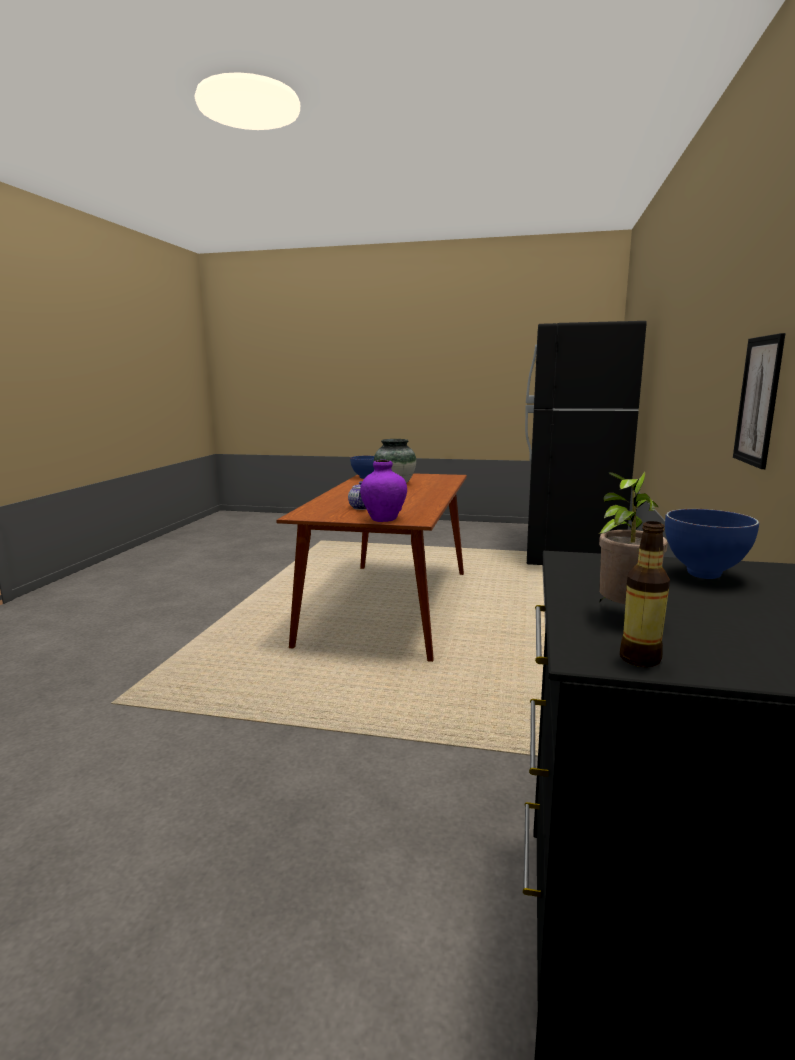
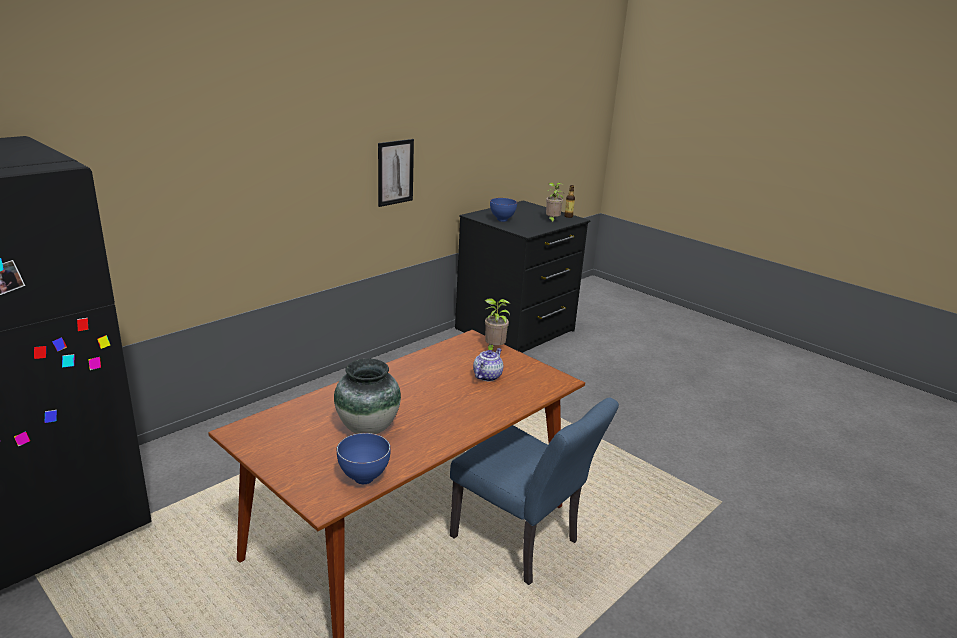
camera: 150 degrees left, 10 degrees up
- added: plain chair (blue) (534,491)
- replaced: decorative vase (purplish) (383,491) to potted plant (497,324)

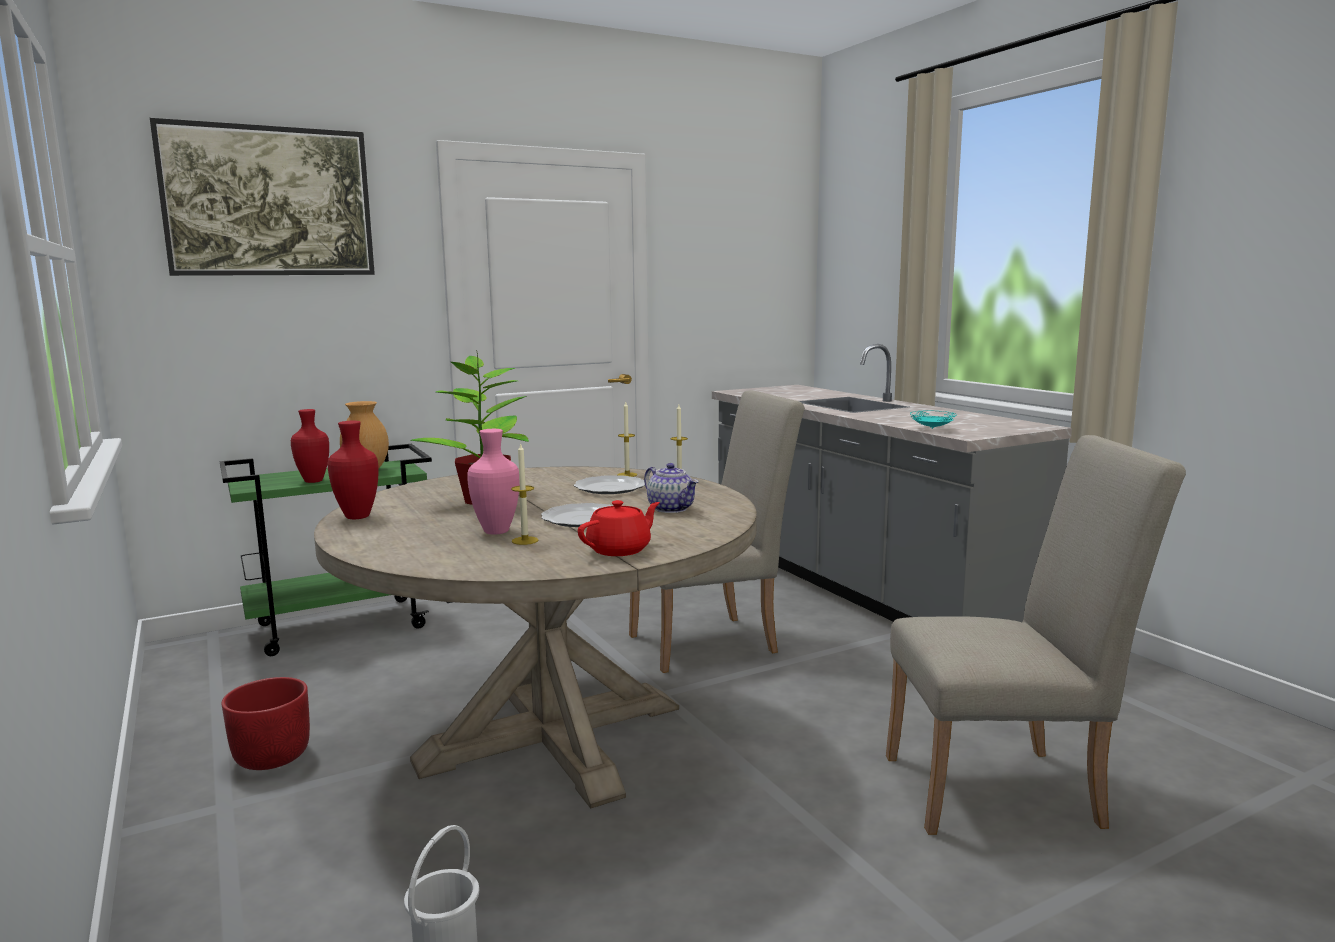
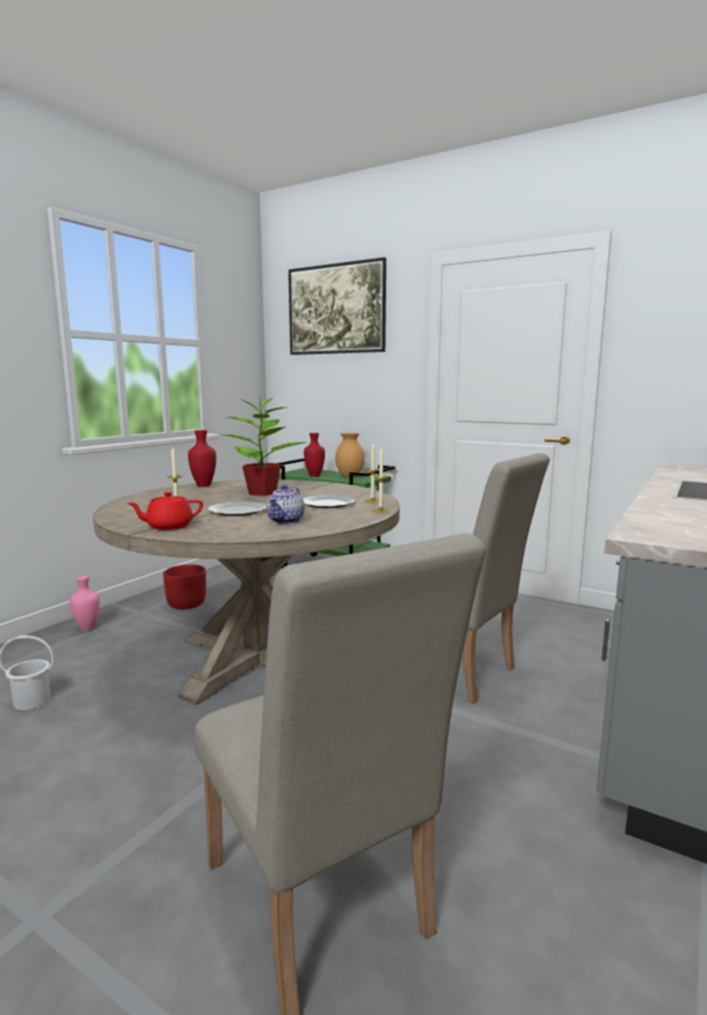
camera: 60 degrees right, 0 degrees up
- removed: dinner plate (turquoise-coloured) (933,420)
- moved: decorative vase (pink) (493,482) to (85,603)
- turned: tea pot (red-coloured) (619,528) = (165,511) 135 degrees clockwise

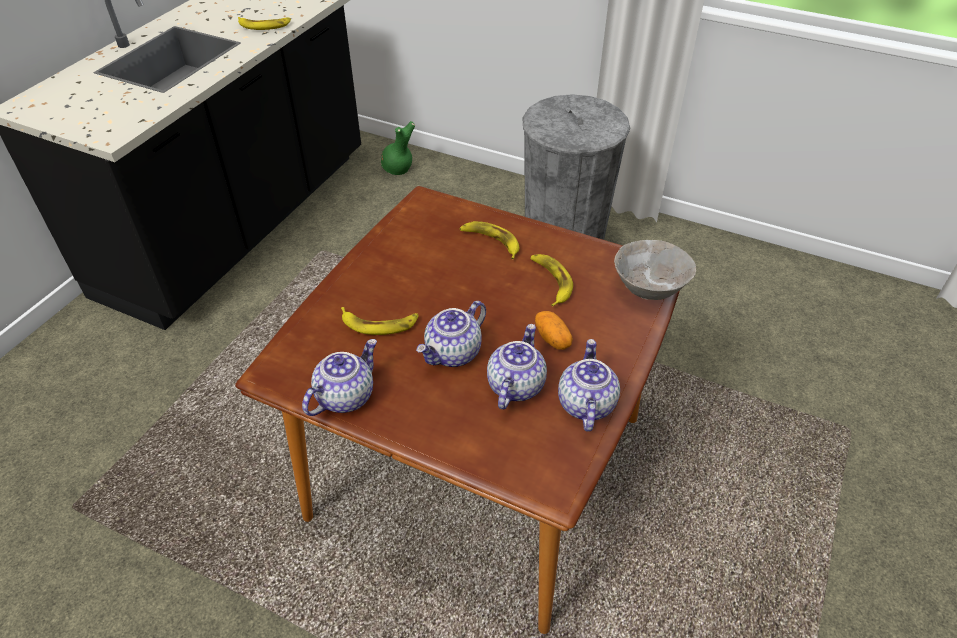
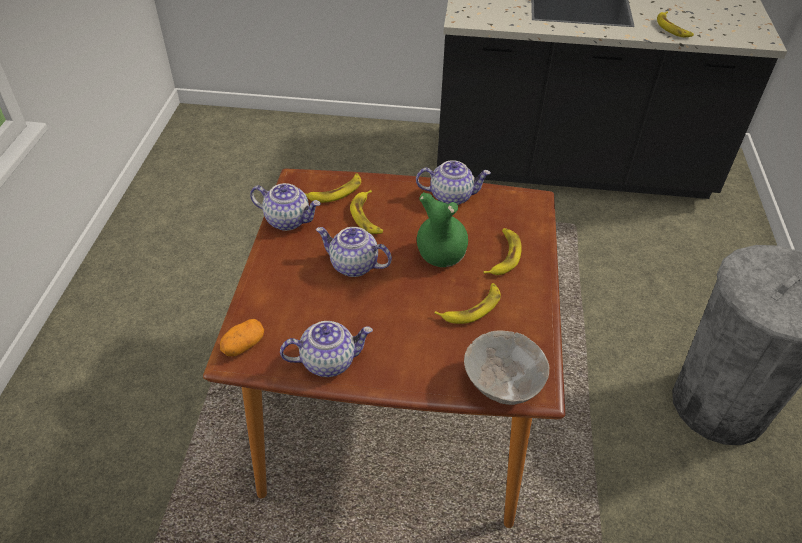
camera: 70 degrees right, 0 degrees up
- added: whole banana (333,188)
- moved: decorative vase (greenish) (398,148) to (442,229)
- moved: tea pot (517,366) to (453,182)
- moved: potato (554,330) to (242,337)

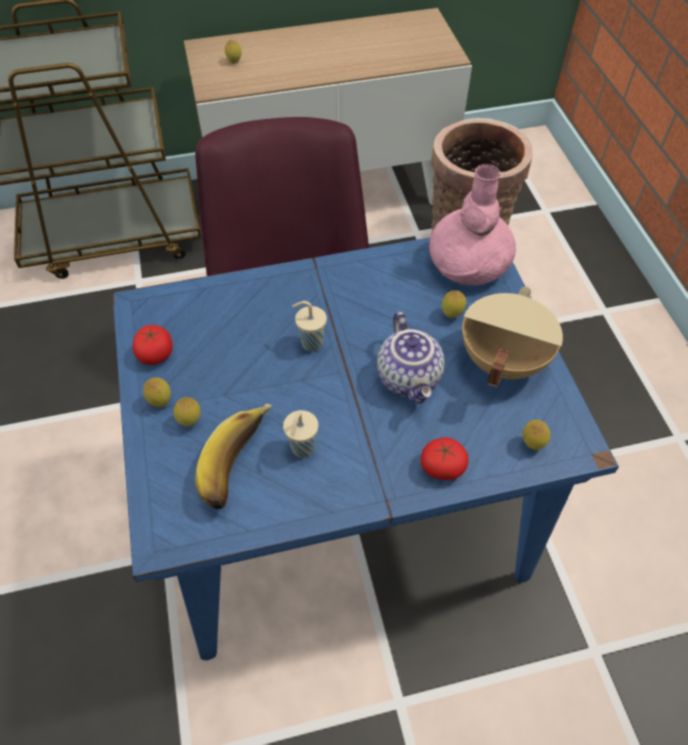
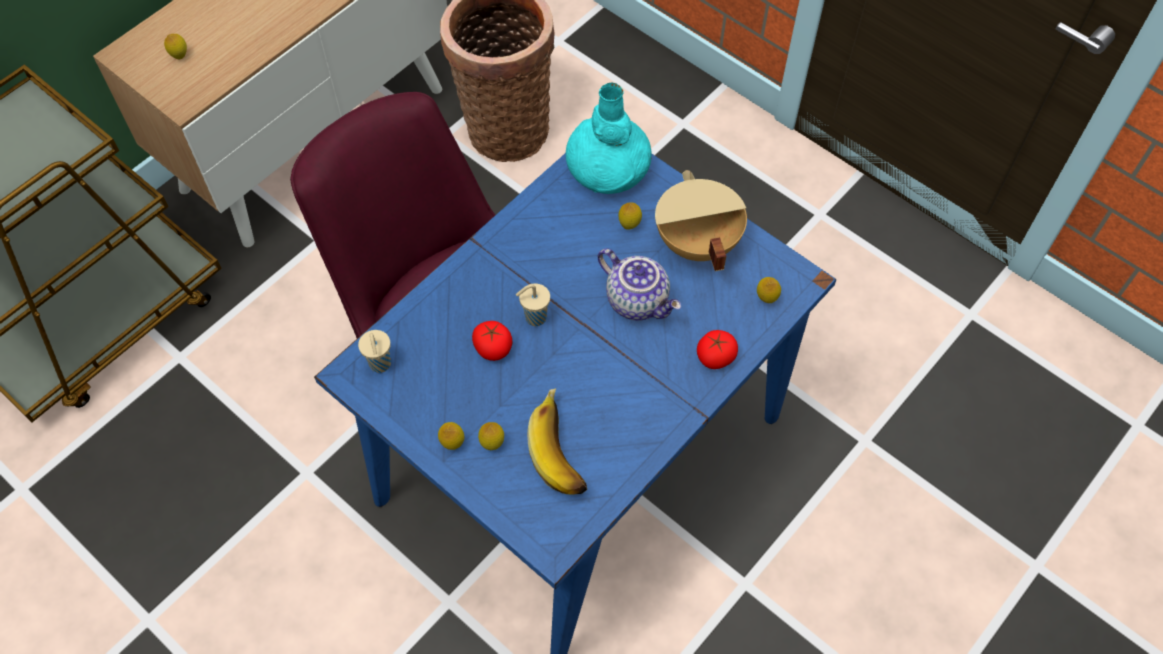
camera: 35 degrees left, 5 degrees up
- moved: tomato (152,345) to (492,341)
- moved: small cup (beige) (300,434) to (374,351)
- recoloured: decorative vase (pink) (472,224) to decorative vase (turquoise-coloured) (609,138)

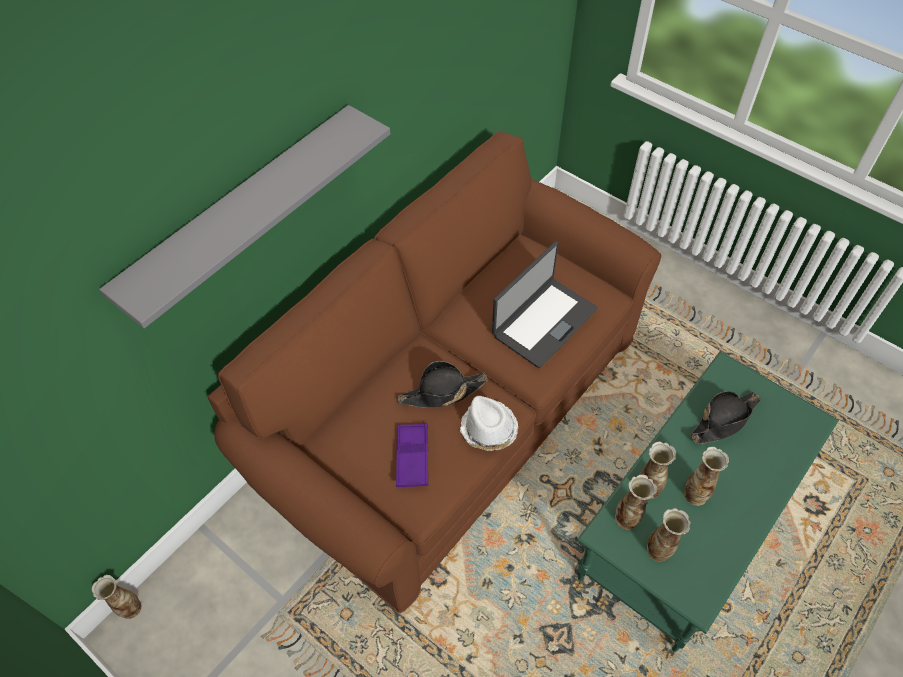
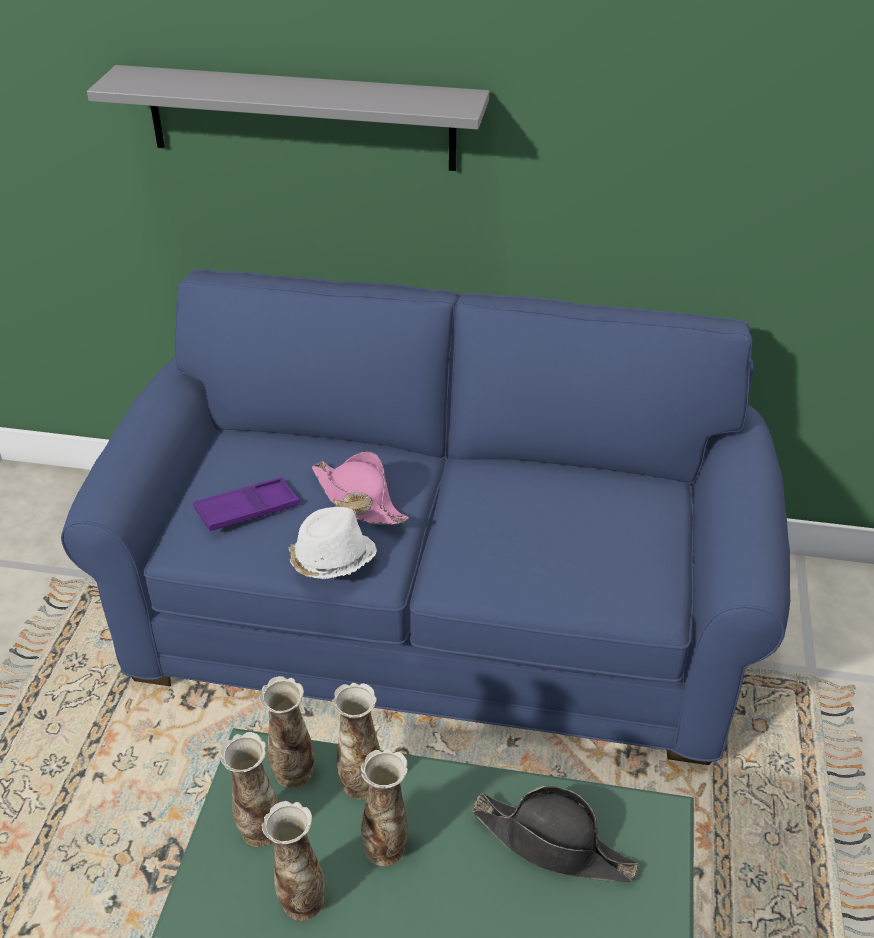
camera: 60 degrees right, 15 degrees down
- removed: notebook computer (545,304)
- moved: decorative vase (117,597) to (293,861)
- recoloured: couch (brown) (435,372) to couch (blue) (425,517)
- recoloured: wearable hat (black-coloured) (442,384) to wearable hat (pink) (360,488)

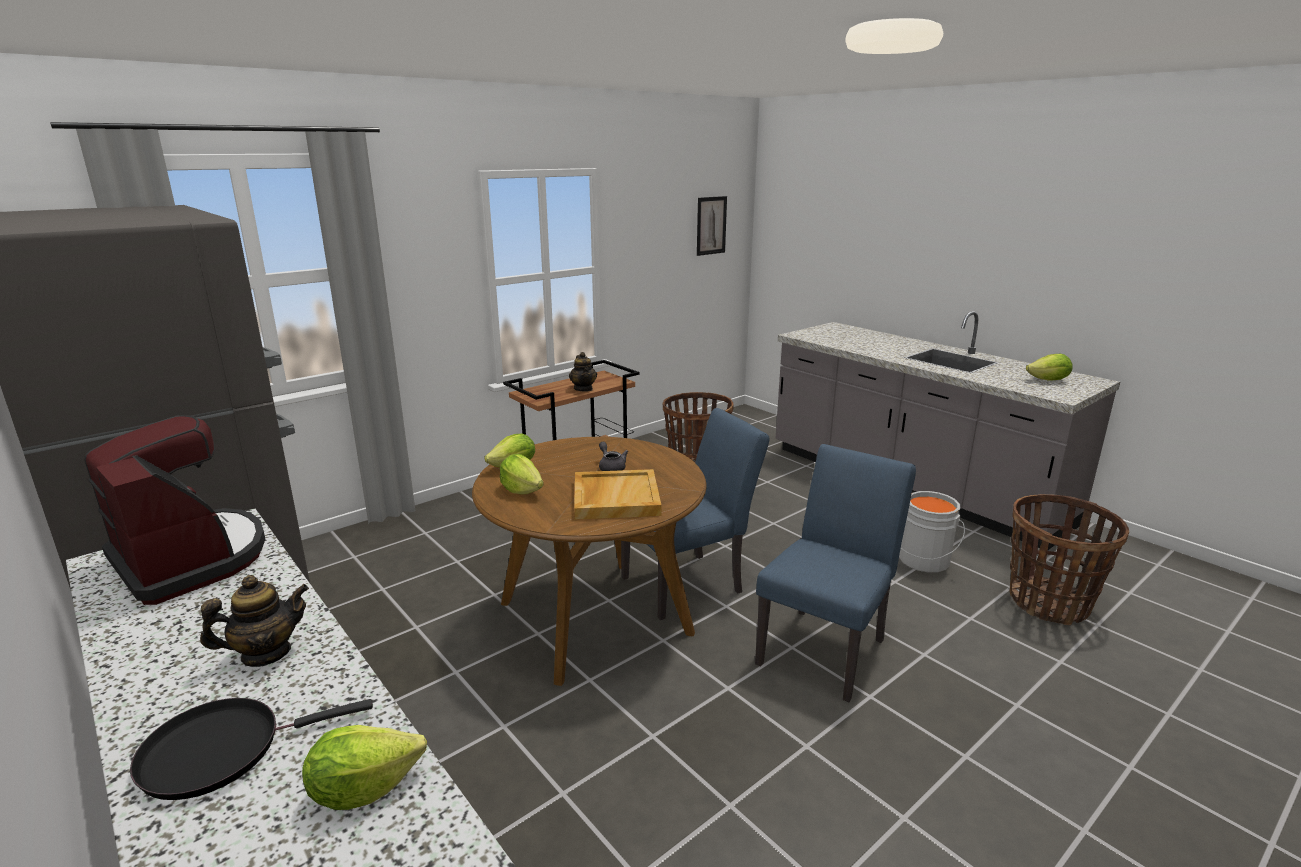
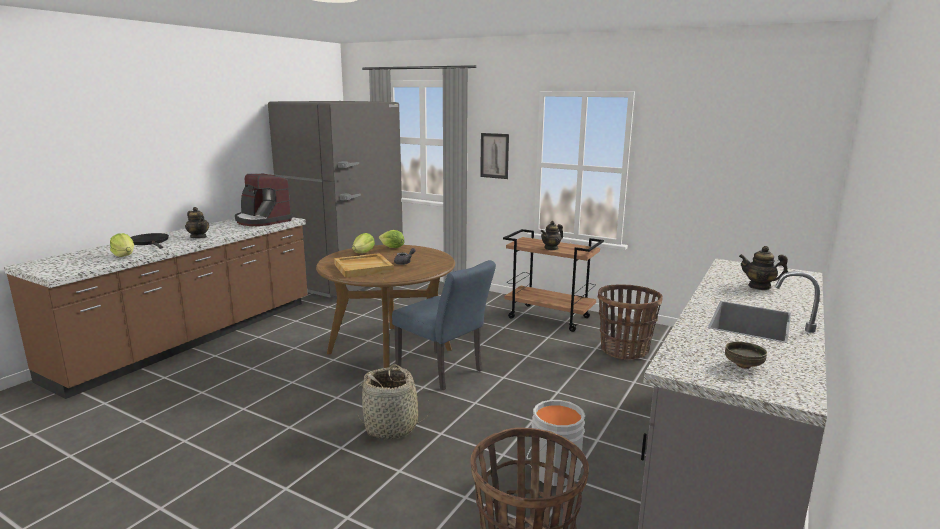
camera: 70 degrees right, 5 degrees down
- added: tea pot (763,268)
- moved: wall picture (712,226) to (494,156)
- replaced: plain chair (blue) (835,573) to storage basket (393,401)
- replaced: lettuce head (1049,367) to bowl (746,355)
- turned: coffee brewer (175,510) = (264,199) 105 degrees clockwise

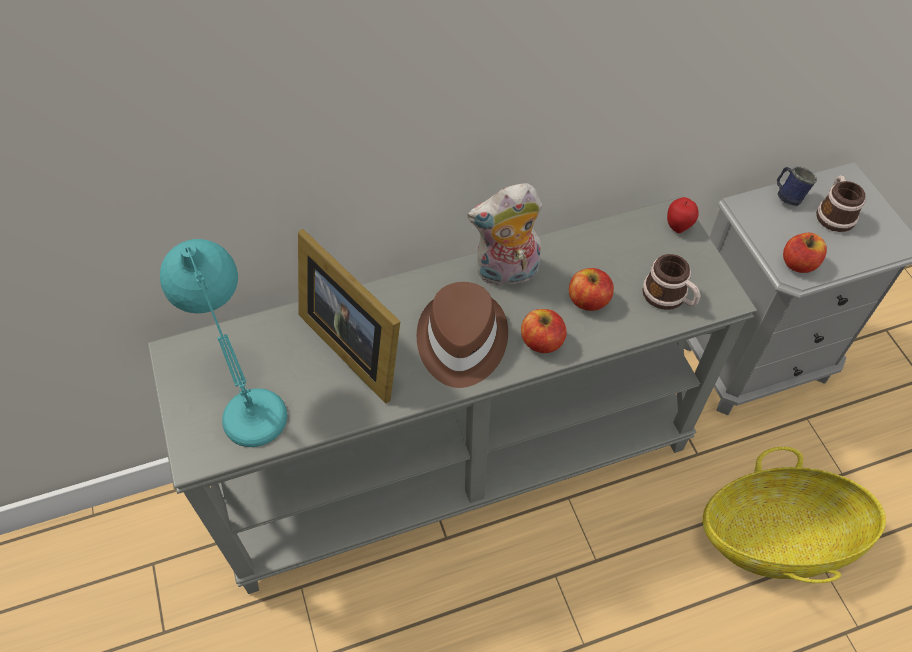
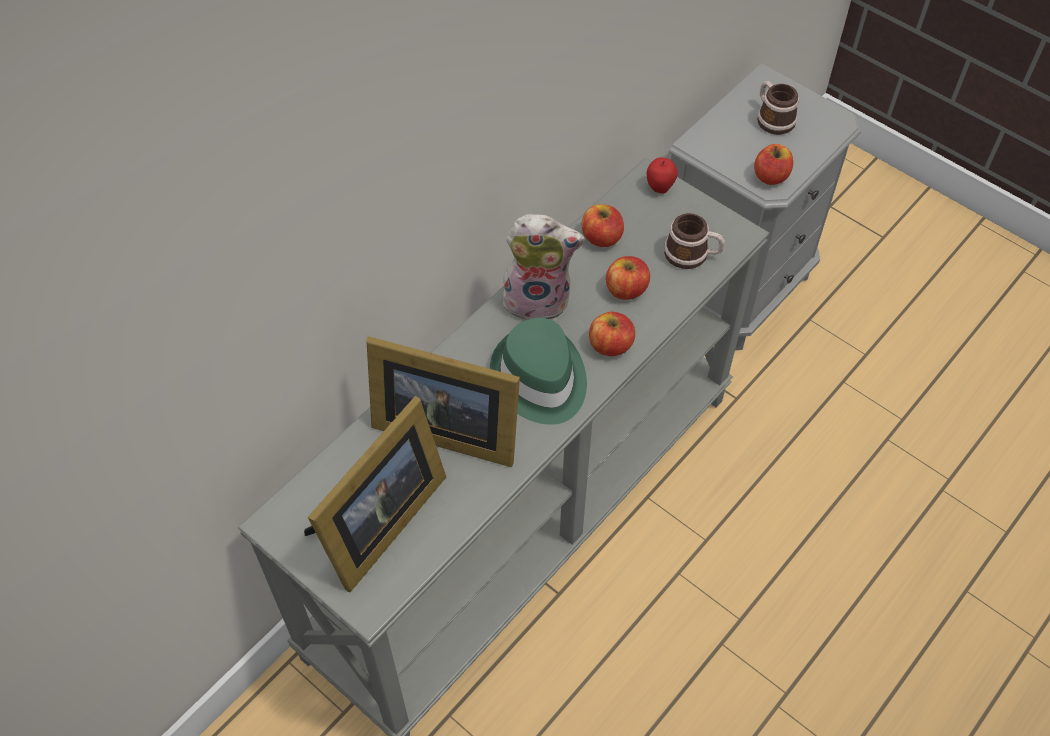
camera: 30 degrees left, 0 degrees up
- removed: storage basket (794,515)
- removed: coffee mug (blue) (797,186)
- added: apple fruit (603,225)
- replaced: tabletop lamp (turquoise-coloured) (223,343) to photo frame (375,494)
- recoloured: wearable hat (brown) (462,335) to wearable hat (greenish) (538,371)
- turned: cuddly toy (504,235) = (544,267) 135 degrees counterclockwise

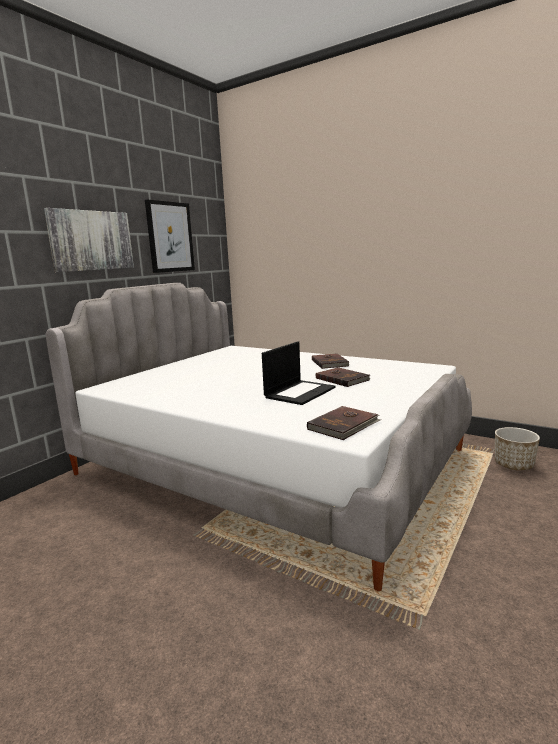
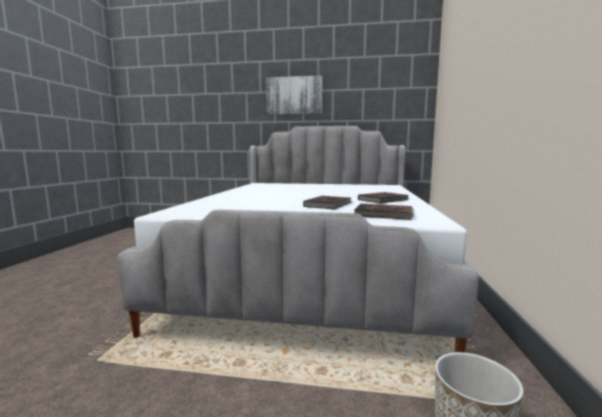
camera: 65 degrees right, 5 degrees down
- removed: wall picture (170,236)
- removed: notebook computer (299,373)
- moved: volume (brown) (344,423) to (384,212)

